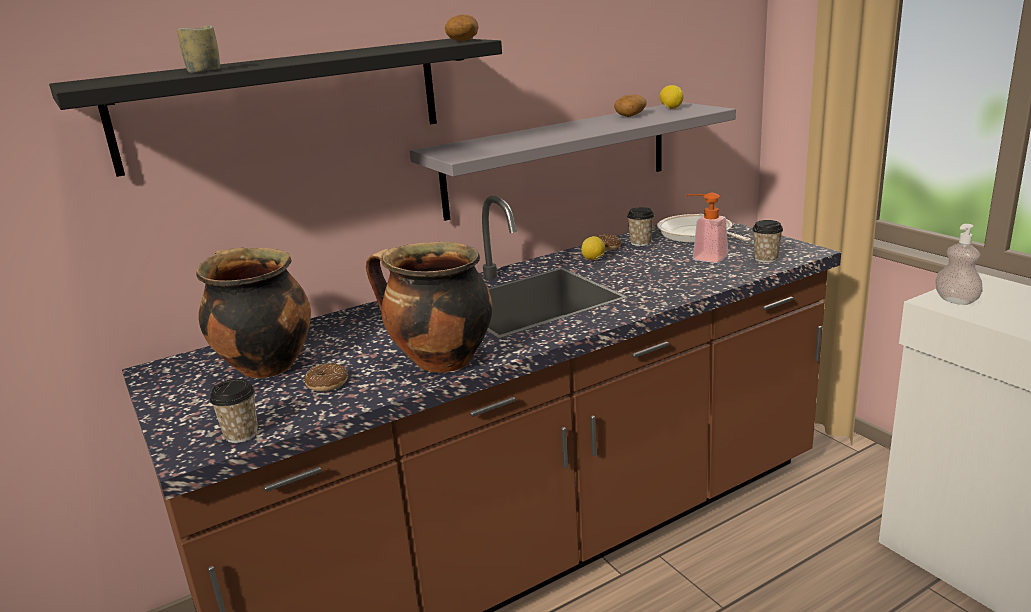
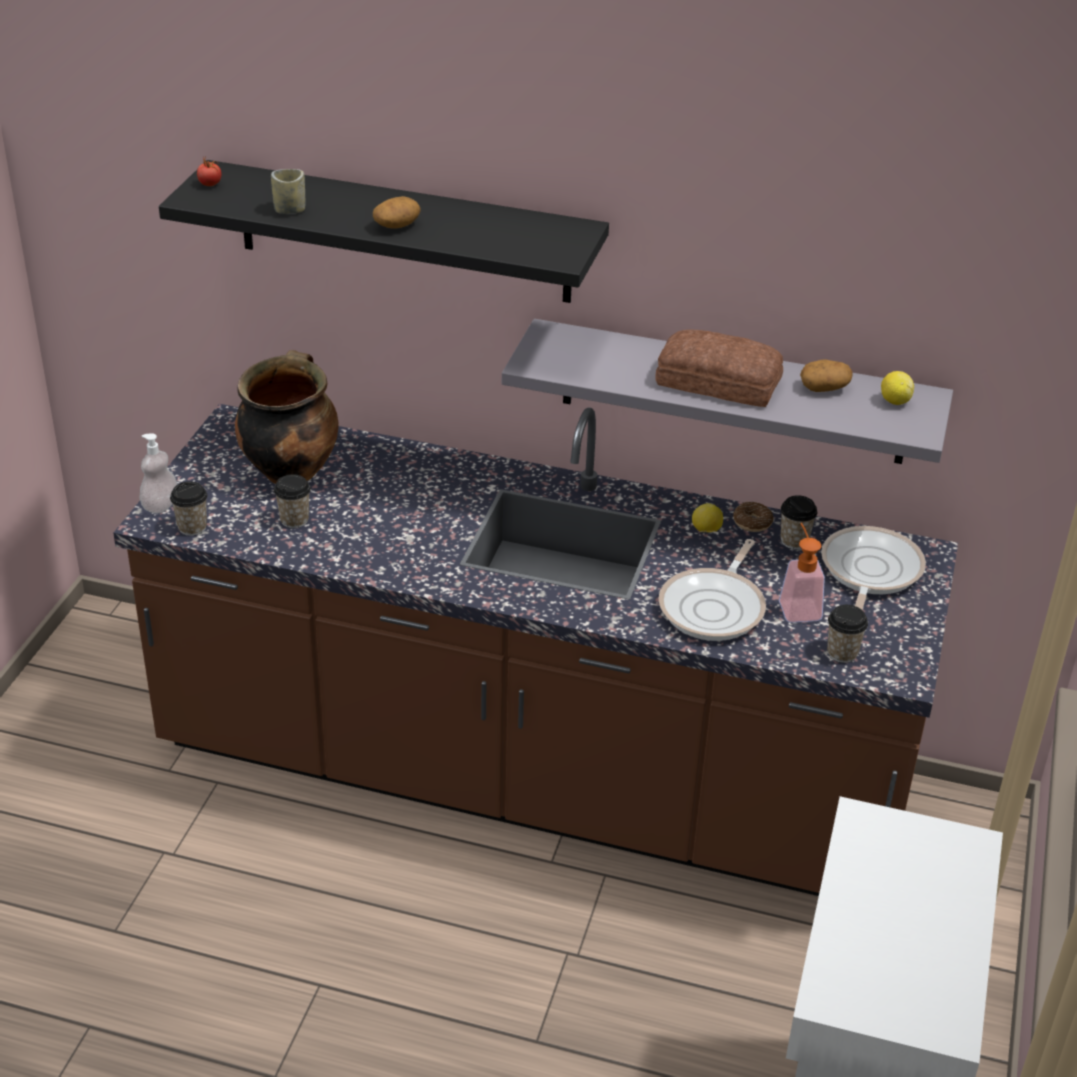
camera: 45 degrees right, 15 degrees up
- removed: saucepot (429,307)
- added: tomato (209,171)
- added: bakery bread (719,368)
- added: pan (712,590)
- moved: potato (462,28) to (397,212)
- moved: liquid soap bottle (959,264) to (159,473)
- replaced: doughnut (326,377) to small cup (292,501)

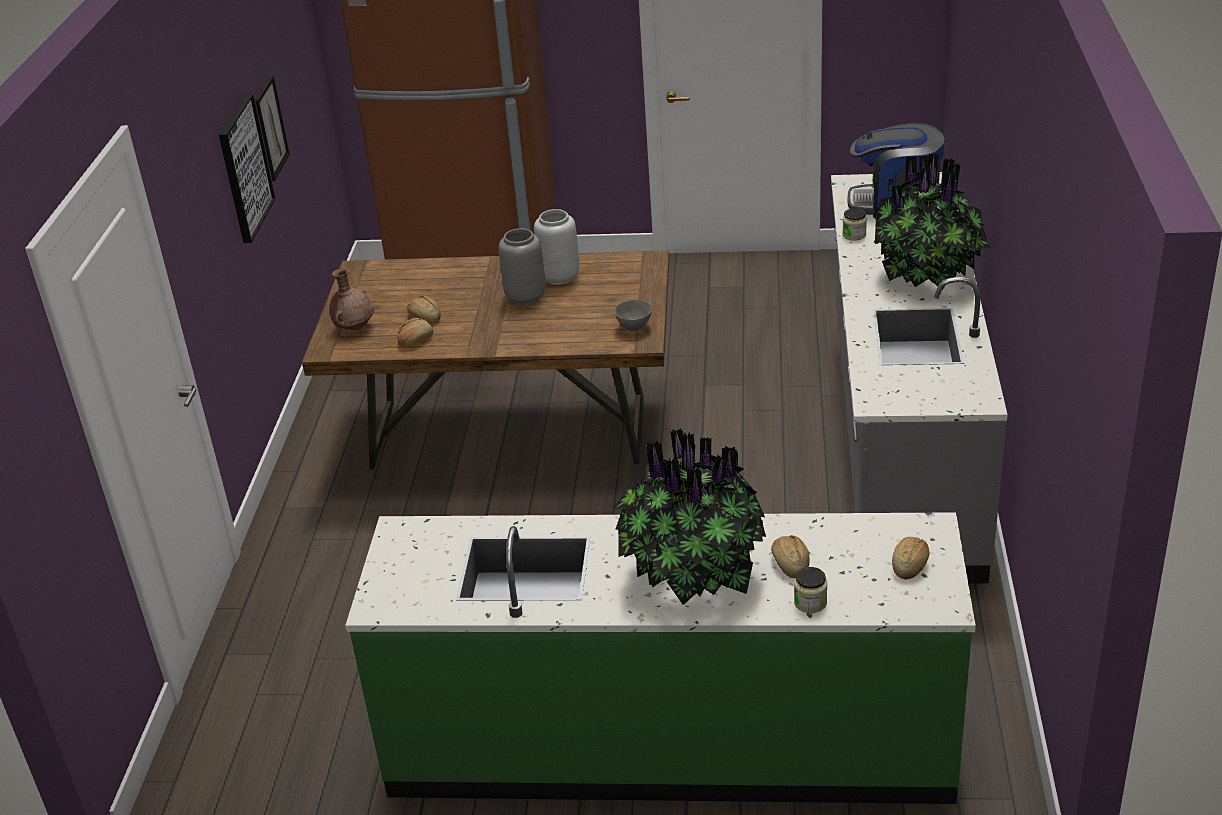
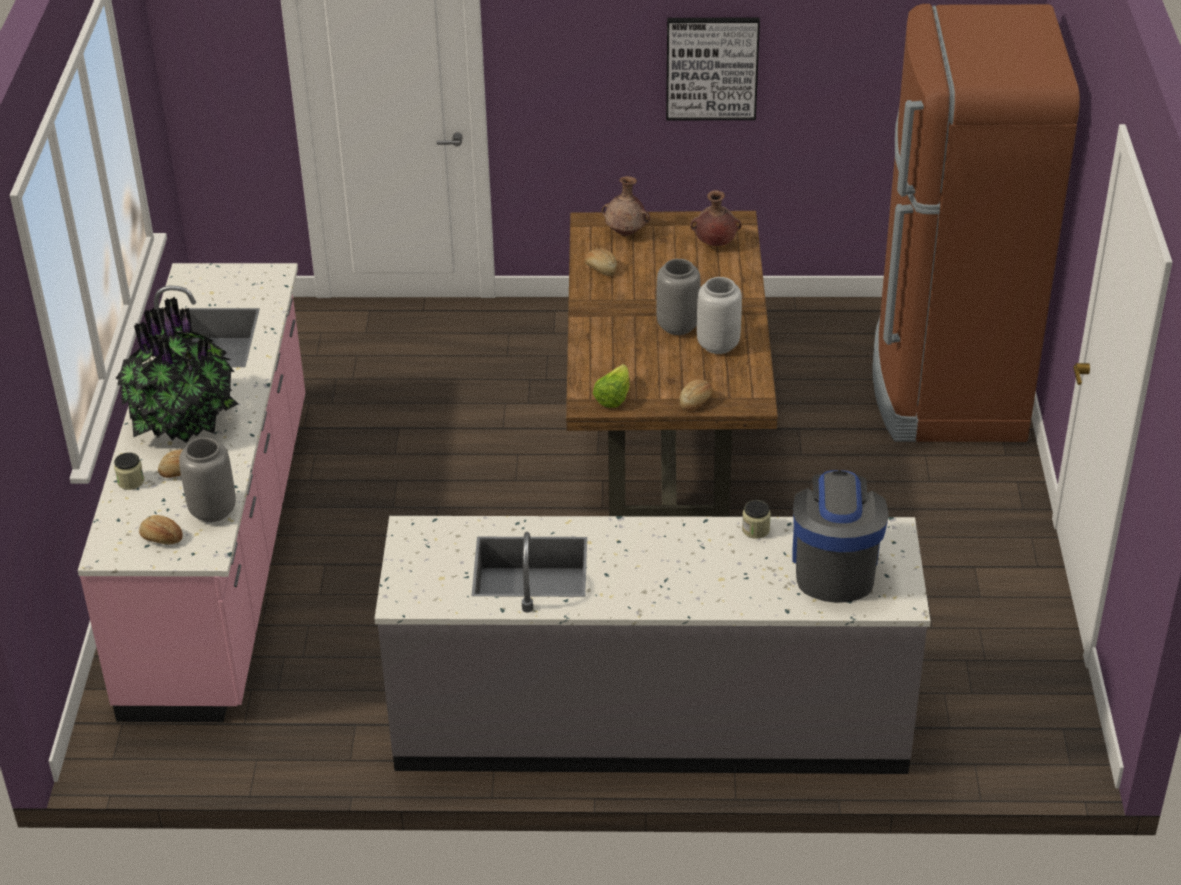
camera: 85 degrees right, 5 degrees up
- removed: wall picture (272,128)
- removed: potted plant (932,221)
- added: decorative vase (greyish) (207,480)
- added: decorative vase (brown) (716,218)
- moved: bakery bread (424,310) to (696,395)
- replaced: bowl (greyish) (633,315) to lettuce head (611,386)
- recoloured: kitchen base unit (greenish) (660,658) to kitchen base unit (pink) (192,492)

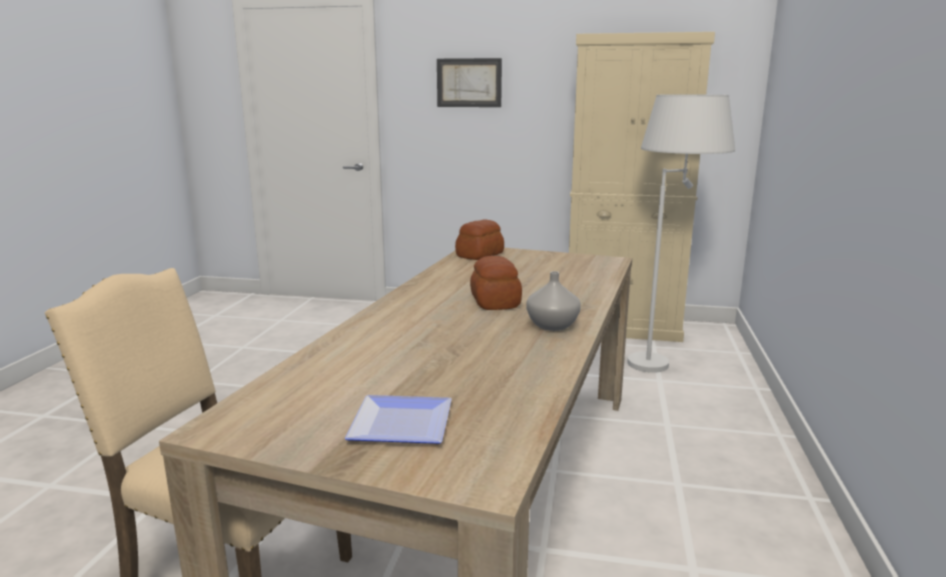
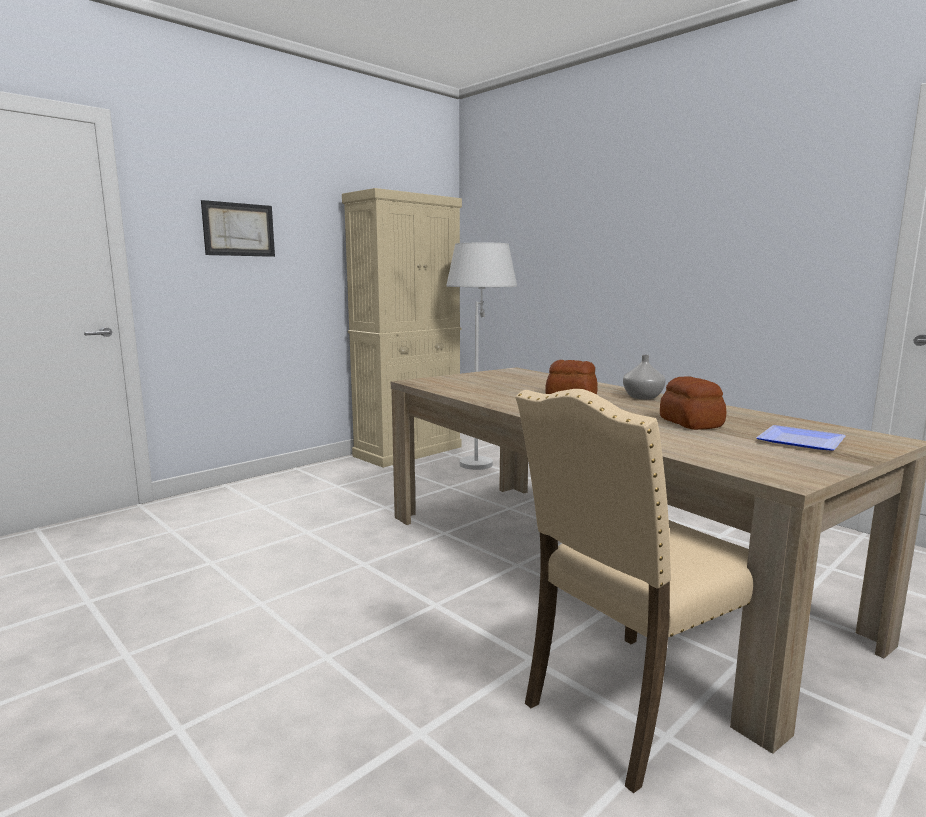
camera: 55 degrees left, 5 degrees down
- moved: bakery bread (479,239) to (693,403)

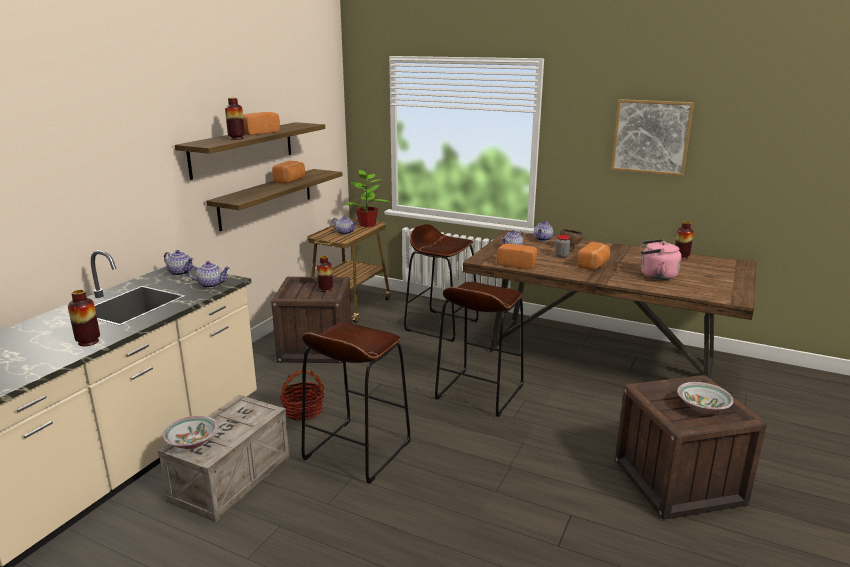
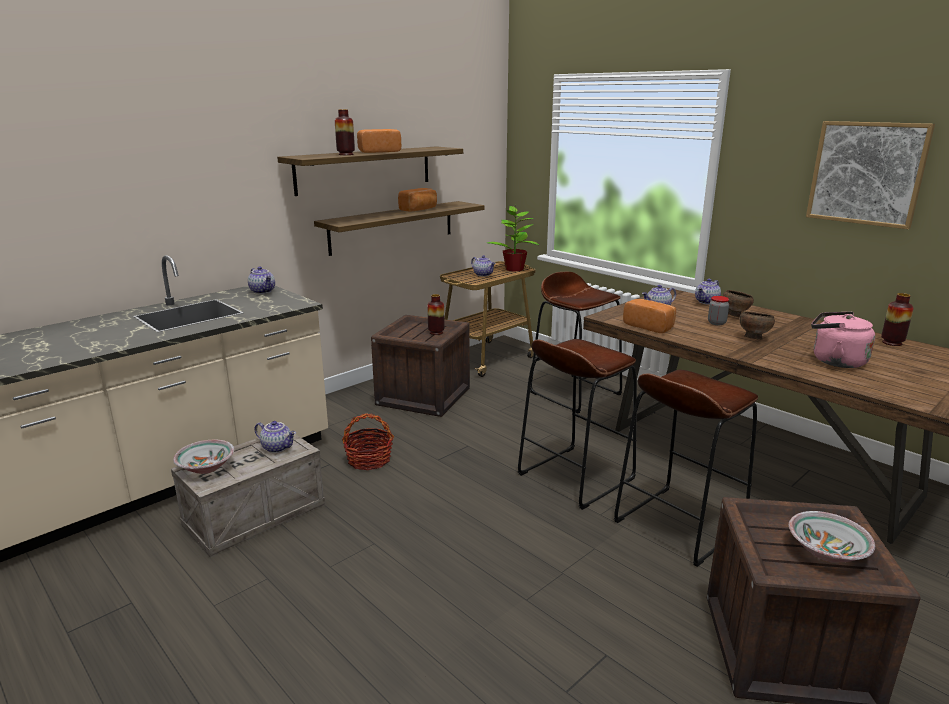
camera: 20 degrees right, 0 degrees up
- removed: decorative vase (84,318)
- moved: tea pot (209,274) to (275,437)
- moved: sitting stool (brown) (356,403) to (686,468)
- replaced: bakery bread (593,256) to bowl (brown) (757,325)

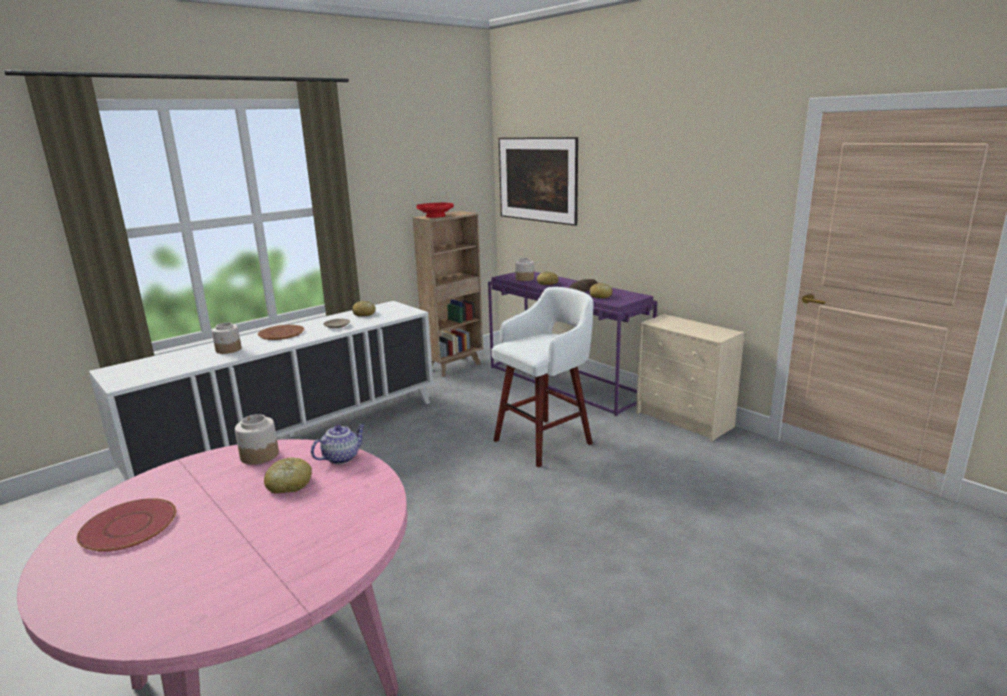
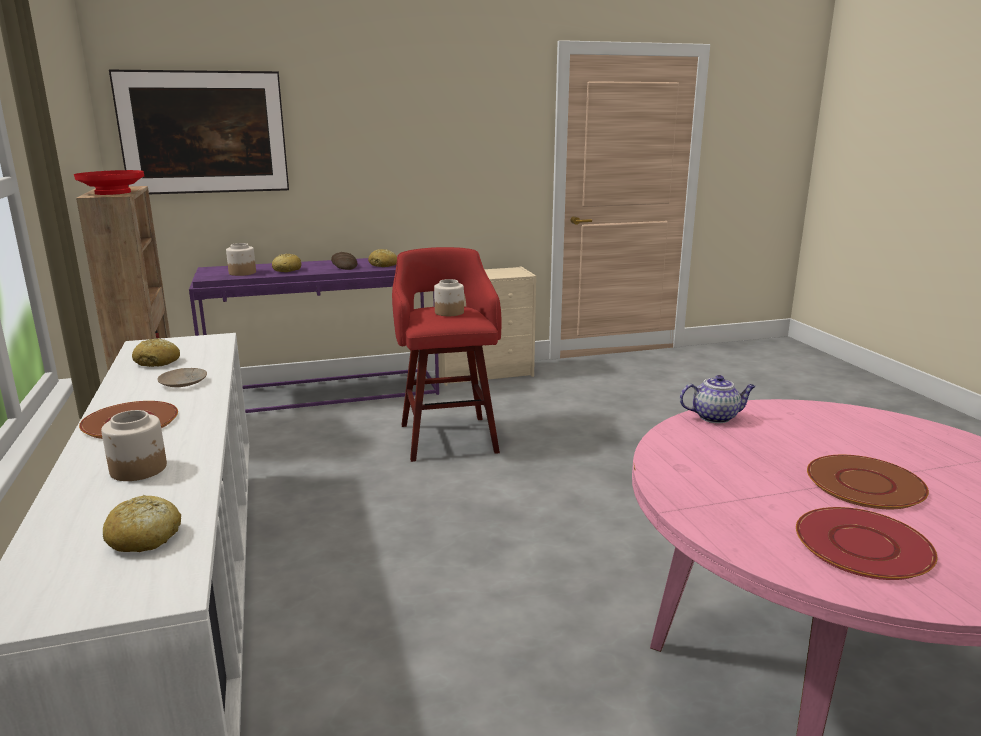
camera: 65 degrees left, 0 degrees up
- added: dinner plate (brown) (868,482)
- moved: storage jar (257,439) to (449,297)
- moved: bakery bread (288,476) to (142,523)
- recoloured: sitting stool (white) (543,377) to sitting stool (red-coloured) (446,354)
- turned: tea pot (338,444) = (717,399) 105 degrees clockwise

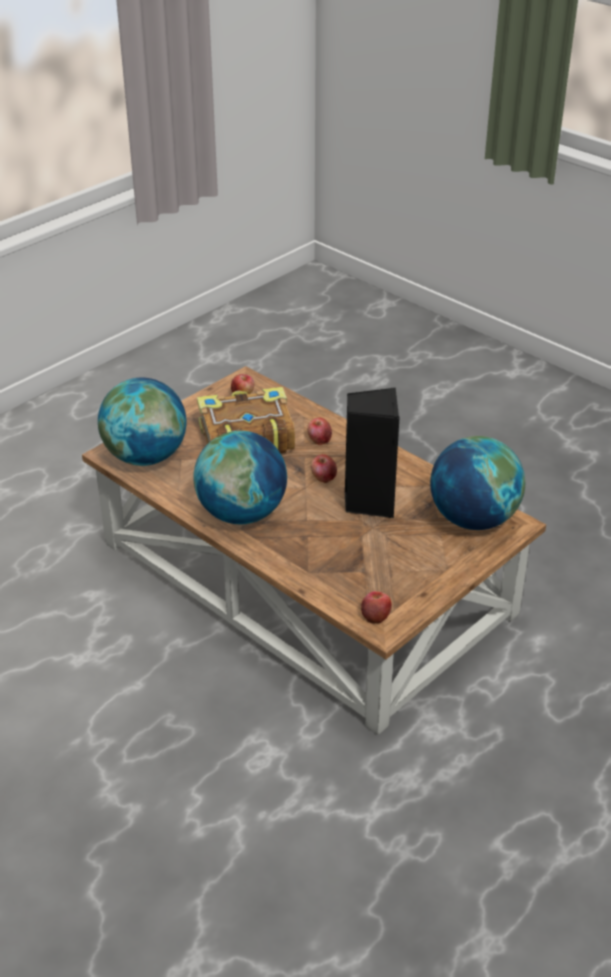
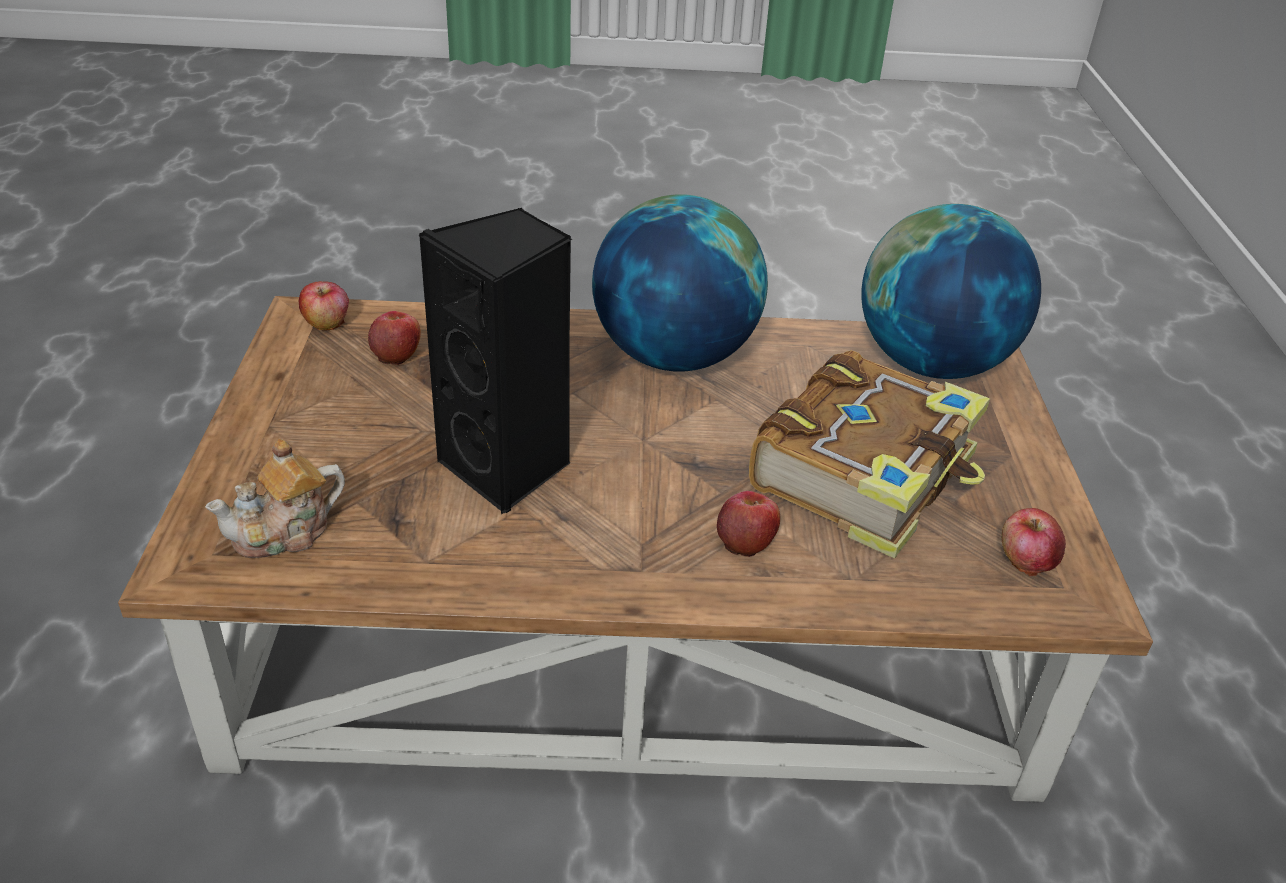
camera: 135 degrees right, 0 degrees up
- moved: apple fruit (324,468) to (394,338)
- replaced: desk globe (477,483) to tea pot (275,498)

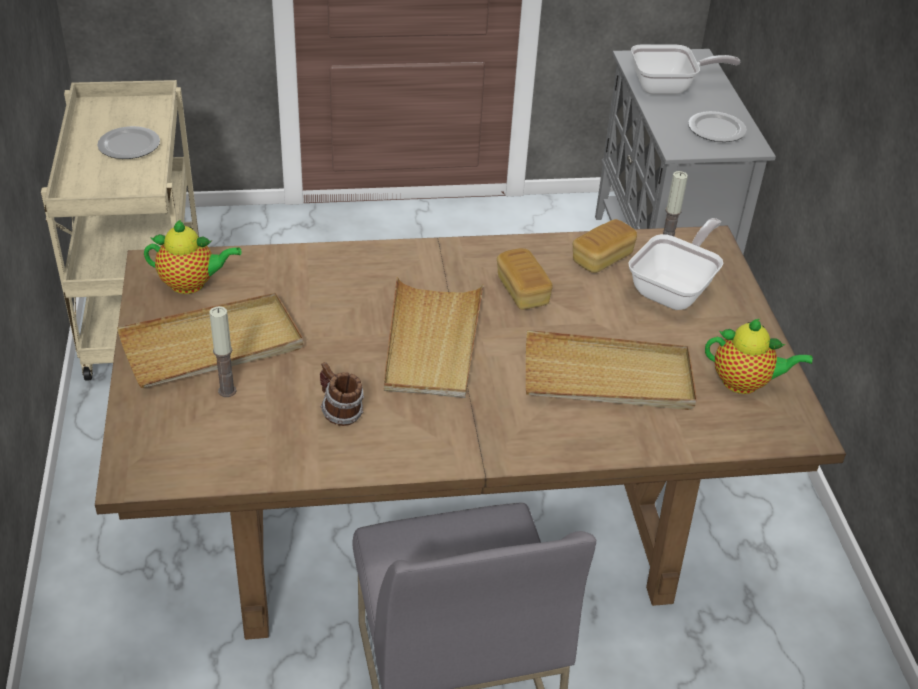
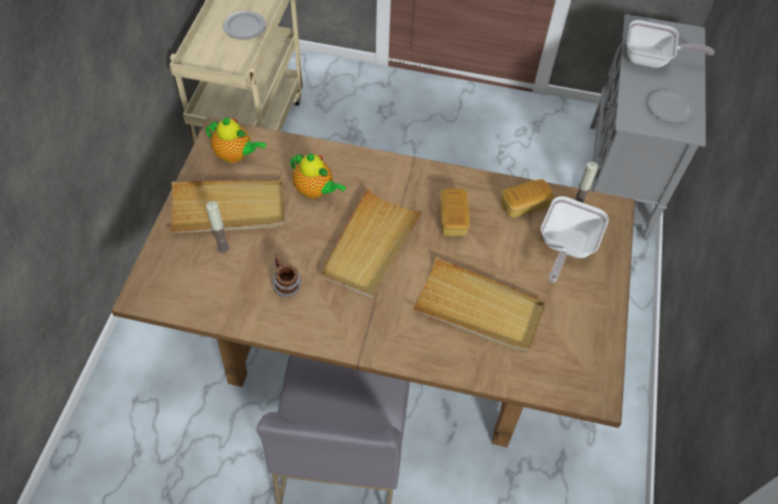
camera: 20 degrees right, 15 degrees up
- moved: tea pot (759,356) to (318,176)
- turned: pan (675,264) = (575,239) 150 degrees clockwise

